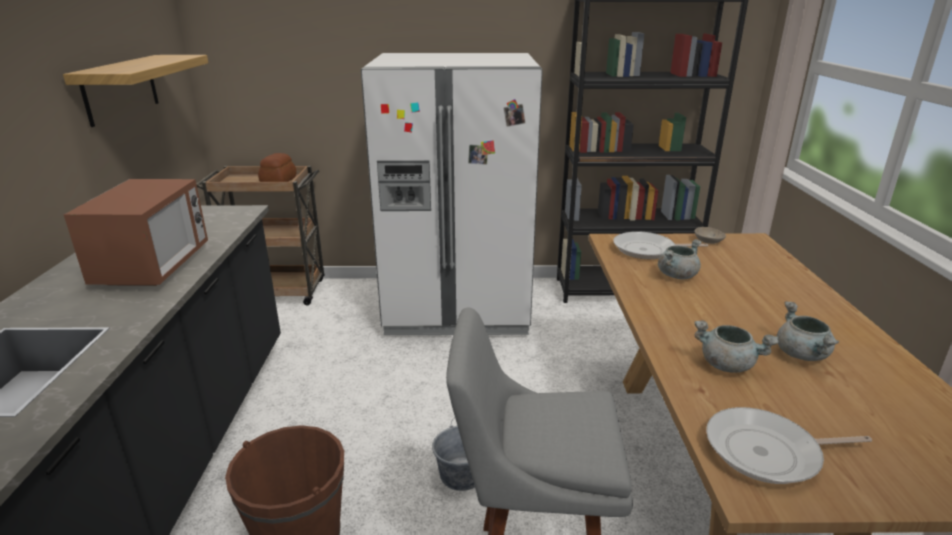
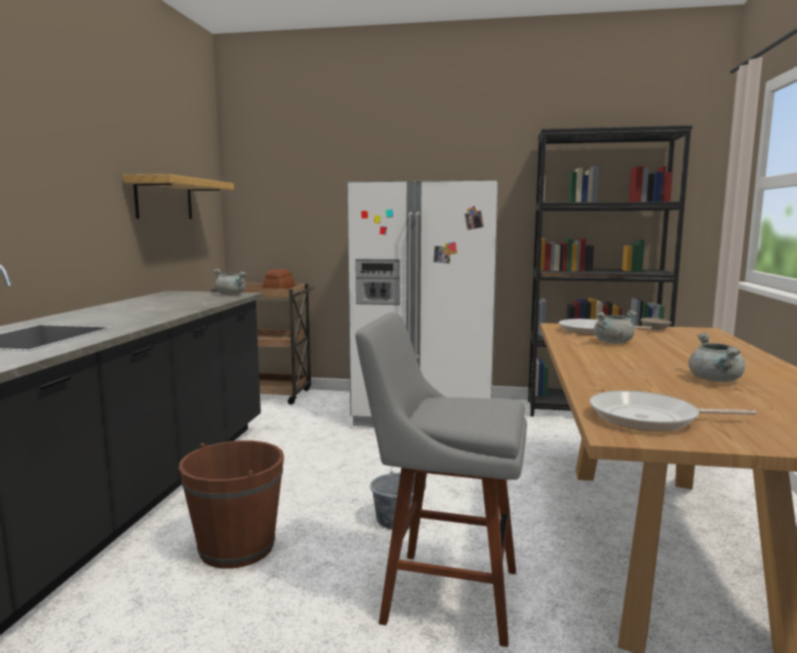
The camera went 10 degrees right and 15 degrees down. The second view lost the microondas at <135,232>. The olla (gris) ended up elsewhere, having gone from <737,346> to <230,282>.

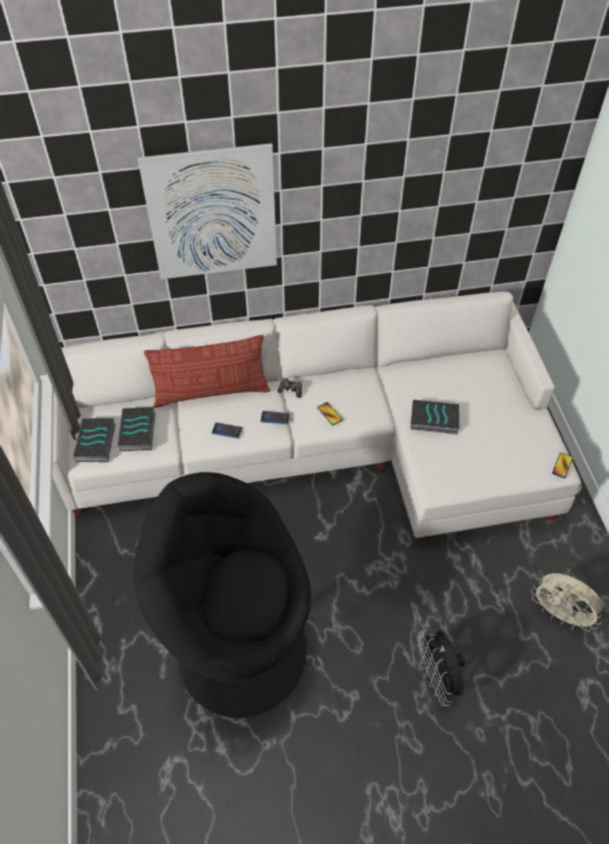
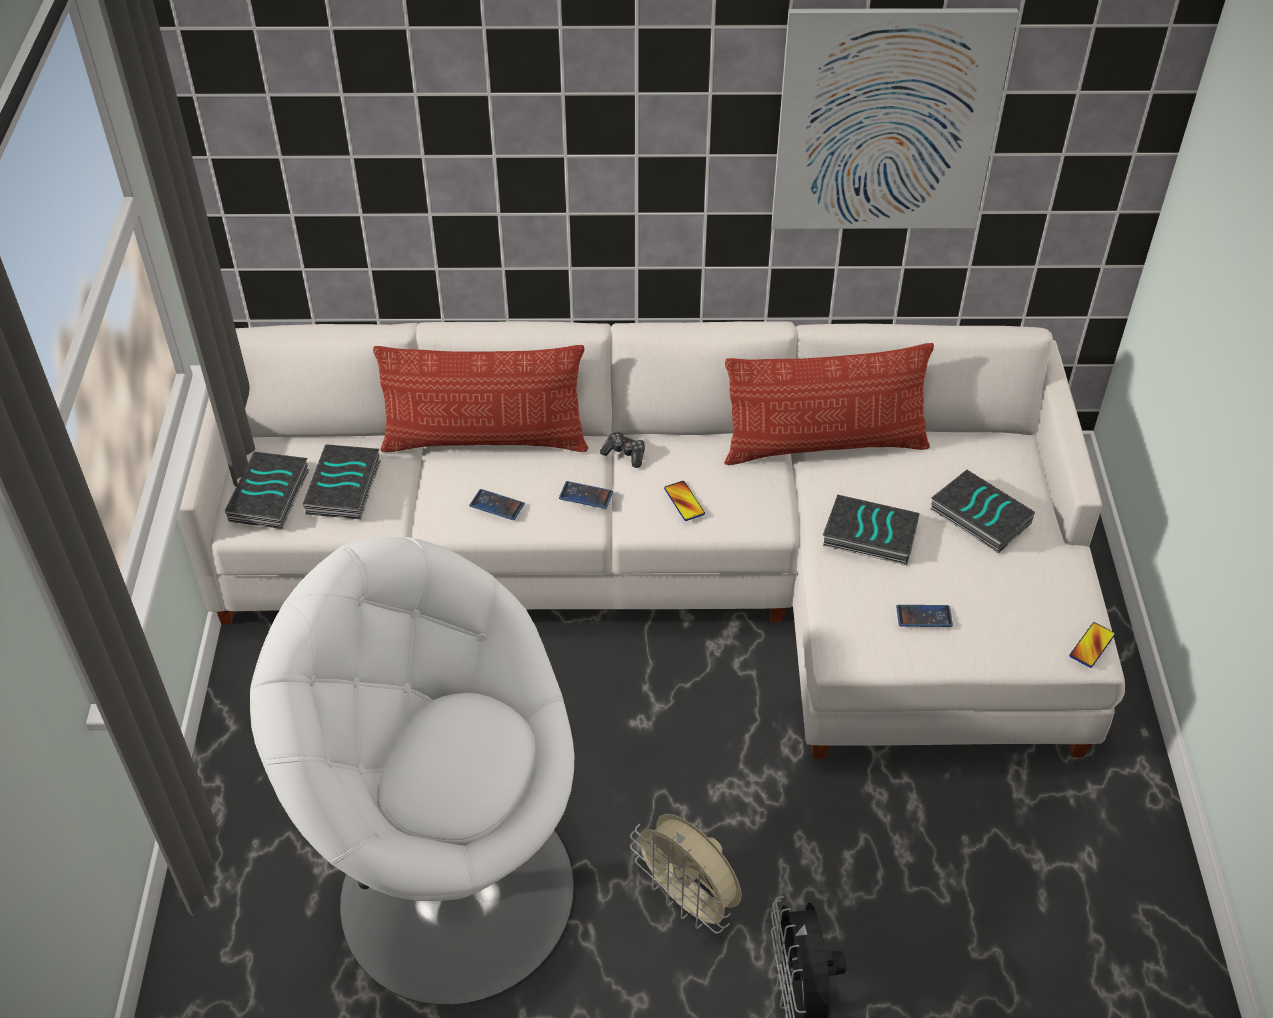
The camera went 10 degrees right and 5 degrees down. What was the sillón (negro) at <222,595> turned into the sillón (blanco) at <412,771>. The cuadro ended up elsewhere, having gone from <207,211> to <895,118>. The ventilador (beis) ended up elsewhere, having gone from <567,602> to <686,874>. The second view gained the cojín at <829,404>. The second view gained the móvil at <924,616>. The second view gained the libro at <982,512>.

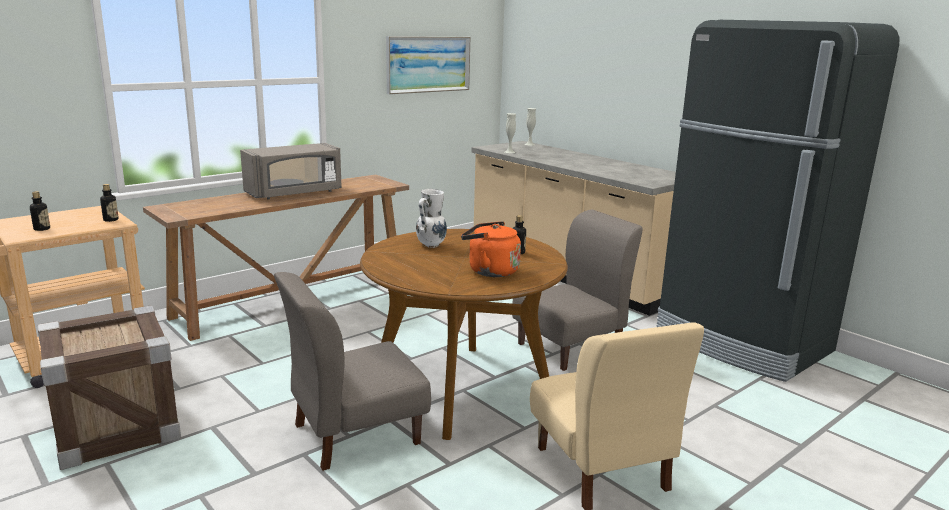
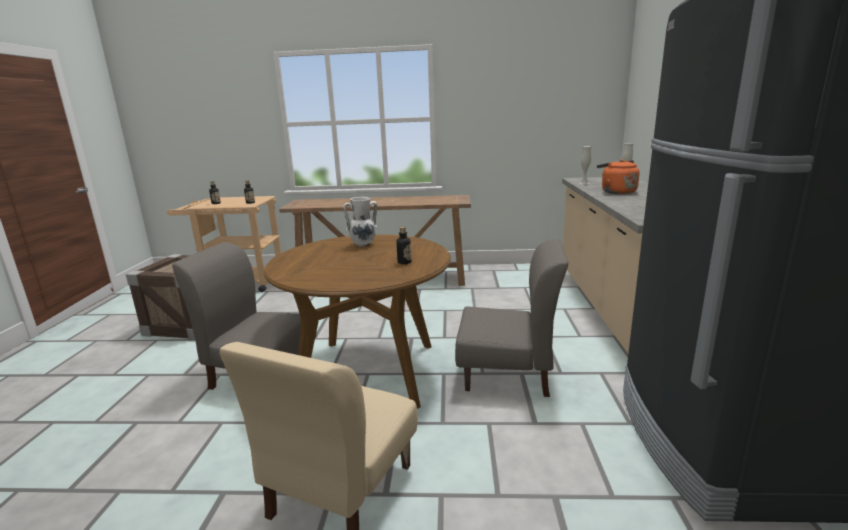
The camera went 45 degrees right and 0 degrees up. The second view lost the microondas (gris) at <291,171>. The second view lost the cuadro at <428,65>. The hervidor (naranja) ended up elsewhere, having gone from <491,249> to <618,176>.

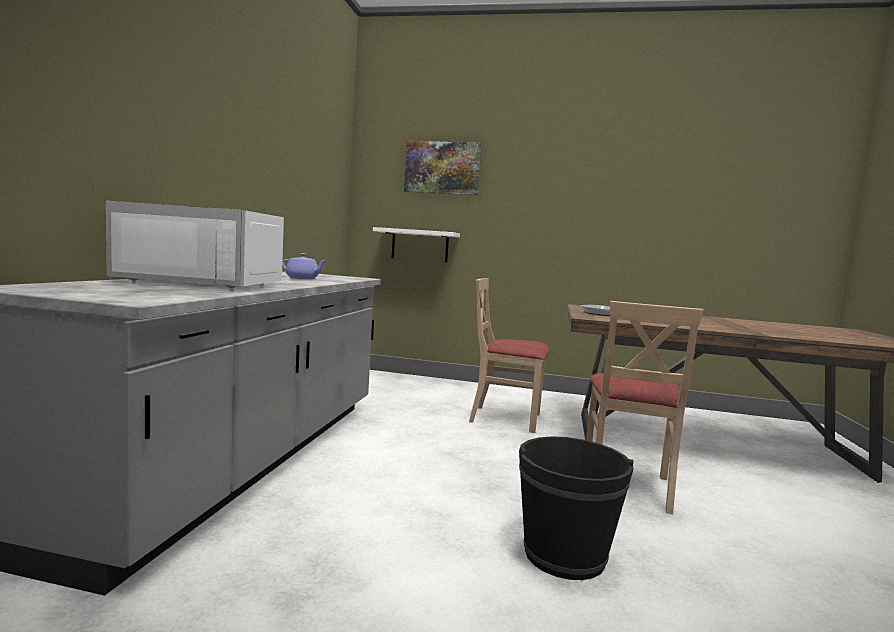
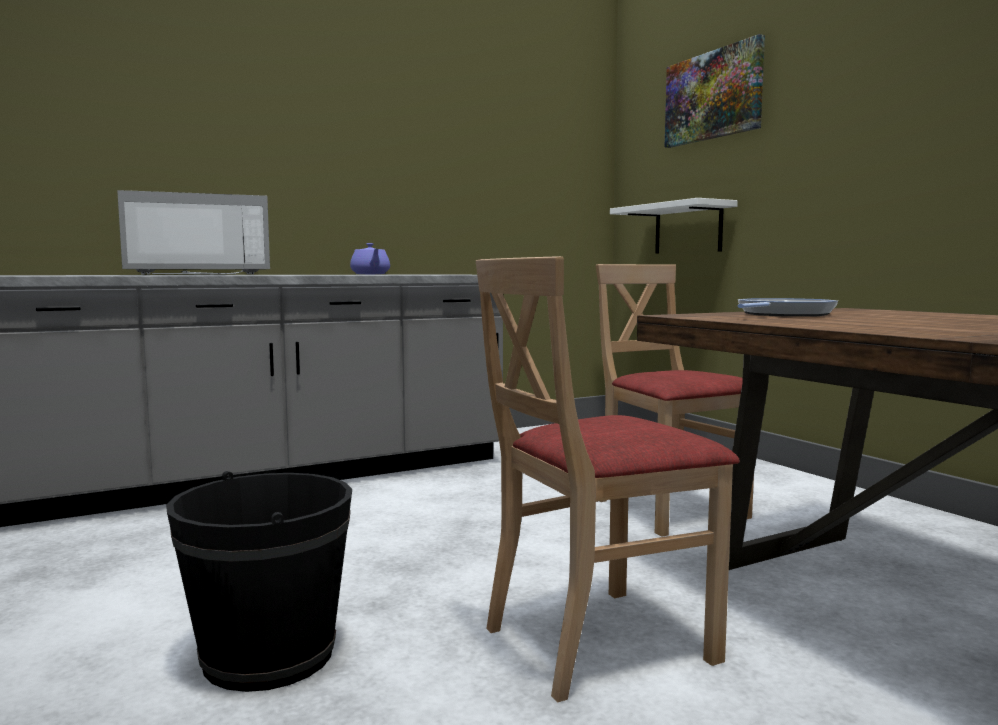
The camera went 50 degrees right and 0 degrees up. The microondas (blanco) at <195,245> ended up facing another way, 75 degrees counterclockwise from before.

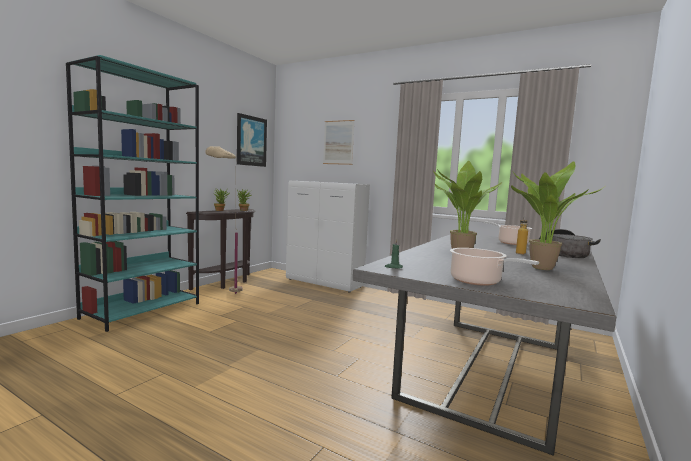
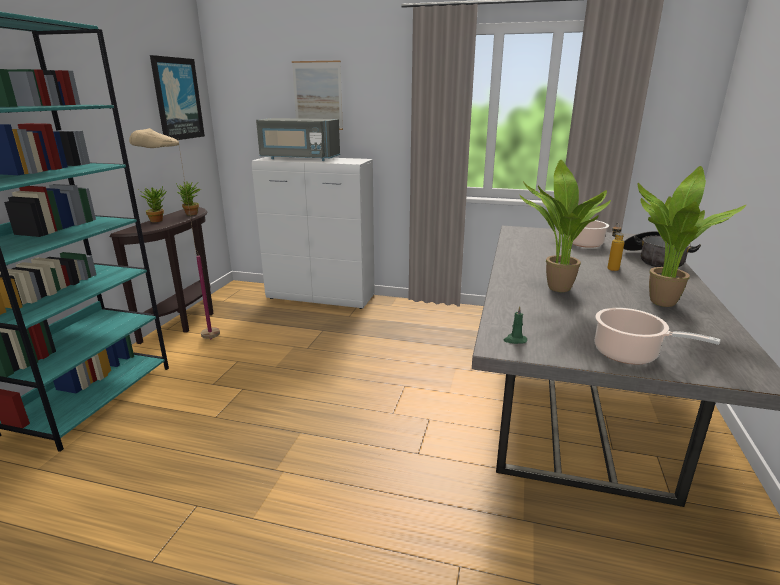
The camera went 15 degrees left and 15 degrees up. The second view gained the microondas (gris) at <298,139>.

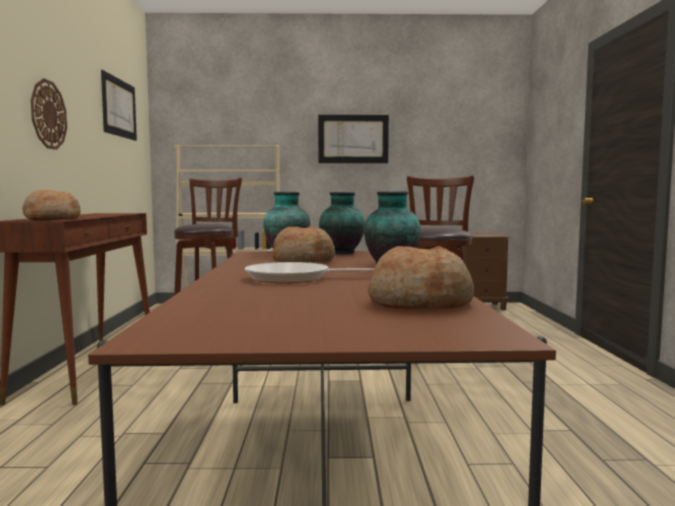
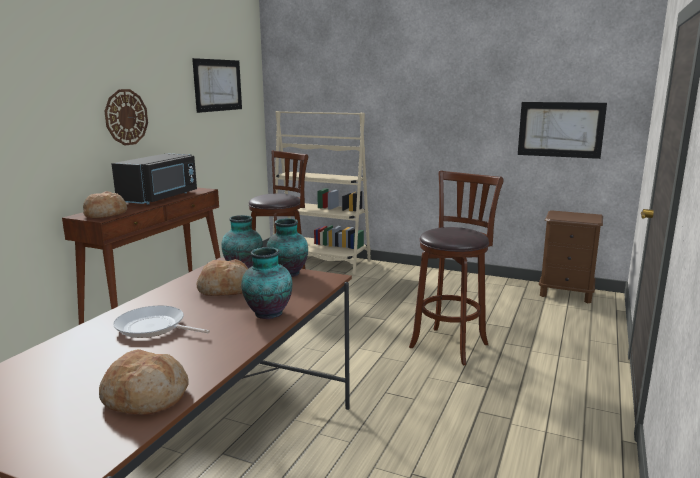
The camera went 25 degrees right and 10 degrees up. The cuadro ended up elsewhere, having gone from <353,139> to <562,130>. The second view gained the microondas (negro) at <154,178>.

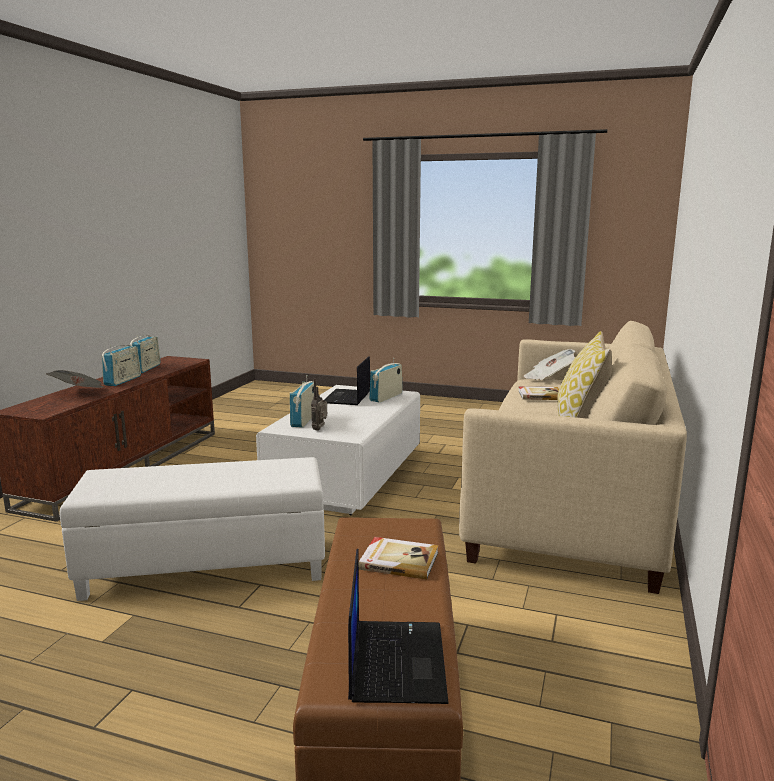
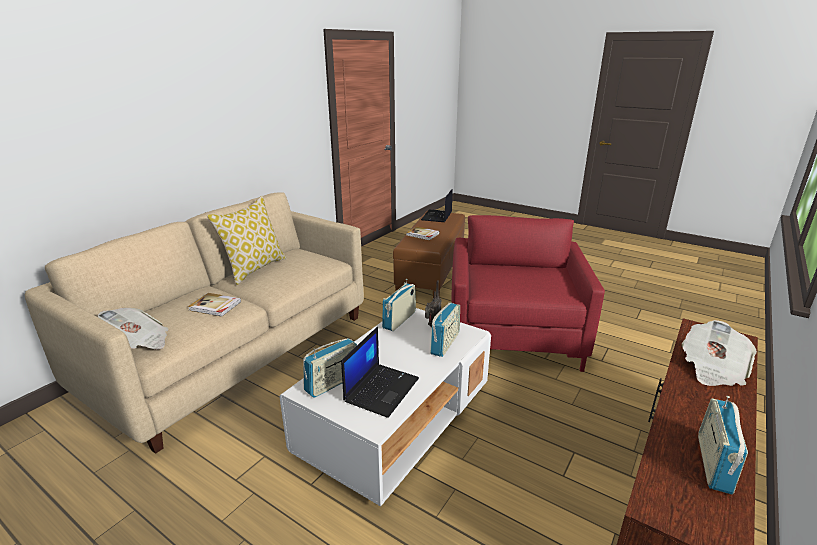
The camera went 165 degrees left and 10 degrees up. Where the puf (blanco) stood at <192,529>, the sillón (rojo) came to stand at <528,293>. The radio ended up elsewhere, having gone from <121,365> to <399,305>.

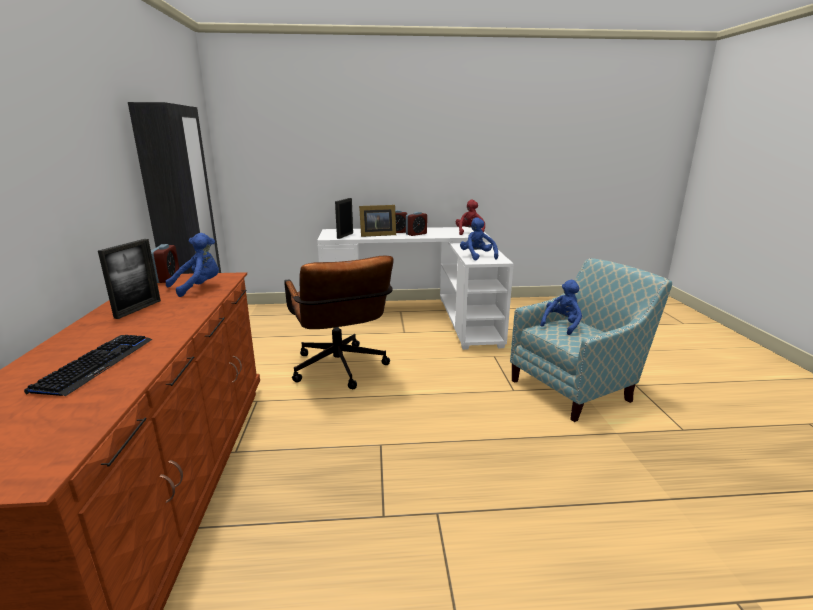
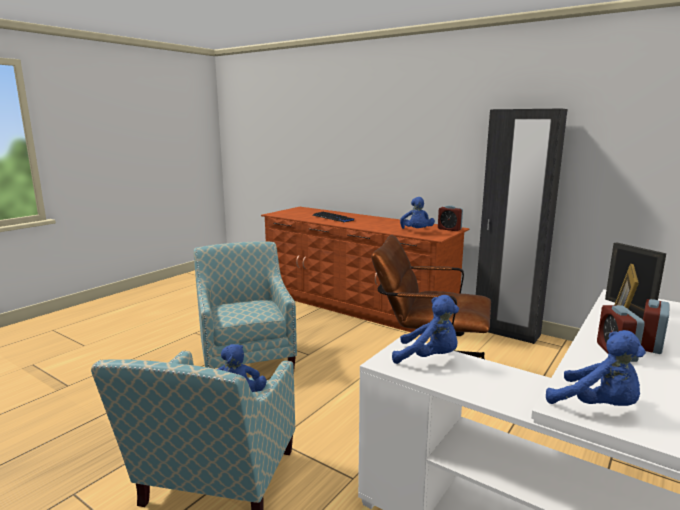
The camera went 130 degrees right and 5 degrees down. The second view lost the portarretratos at <129,279>. What was the peluche (rojo) at <470,217> turned into the peluche (azul) at <596,368>. The second view gained the sillón at <245,305>.

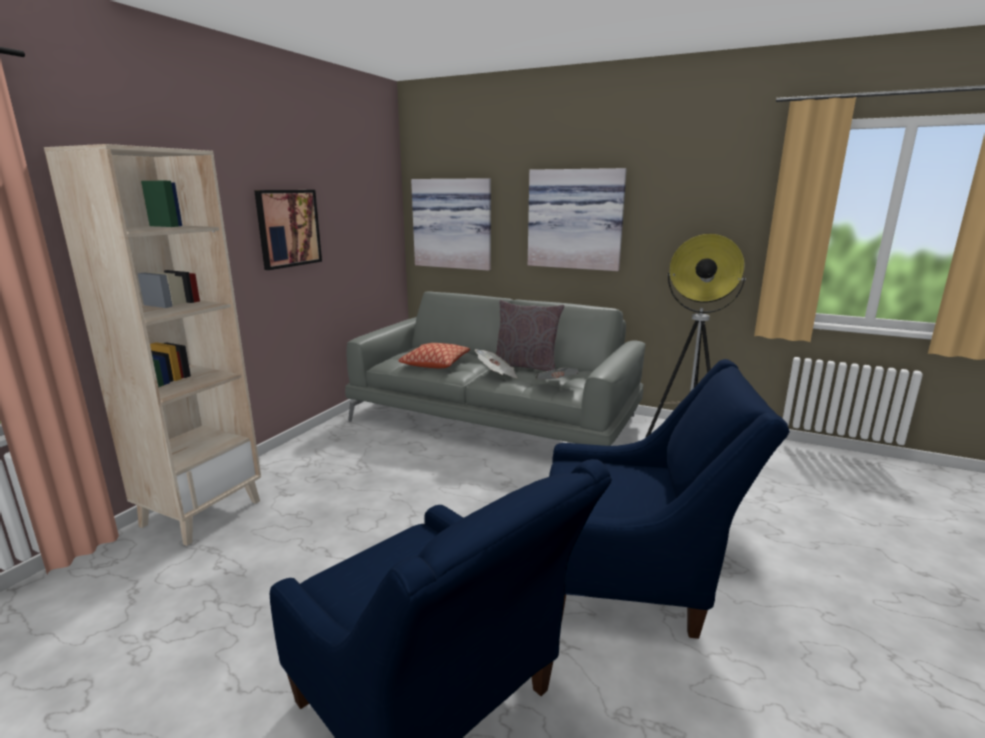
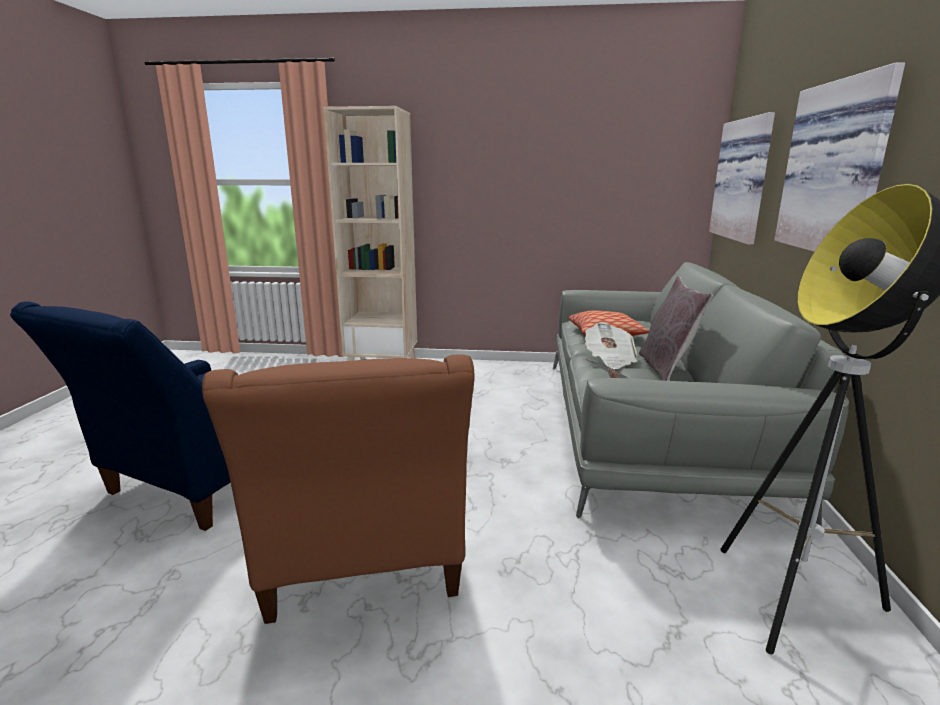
The camera went 70 degrees right and 0 degrees up. The second view lost the cuadro at <288,230>. What was the sillón (azul) at <669,499> turned into the sillón (marrón) at <338,489>.

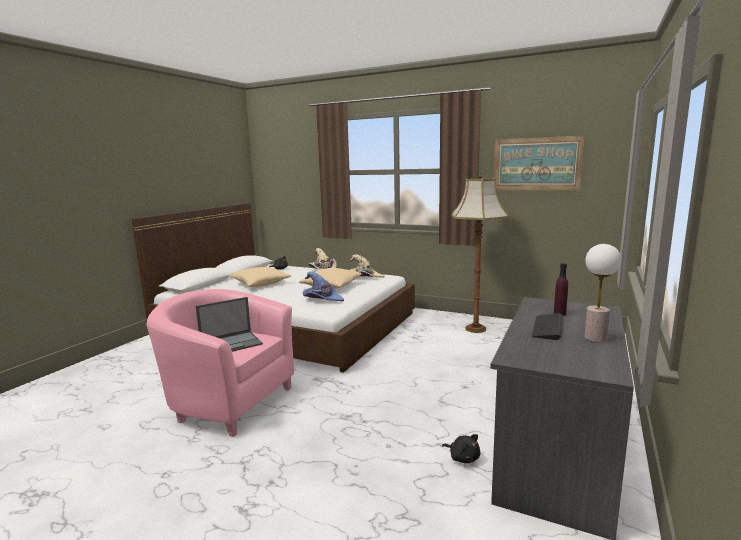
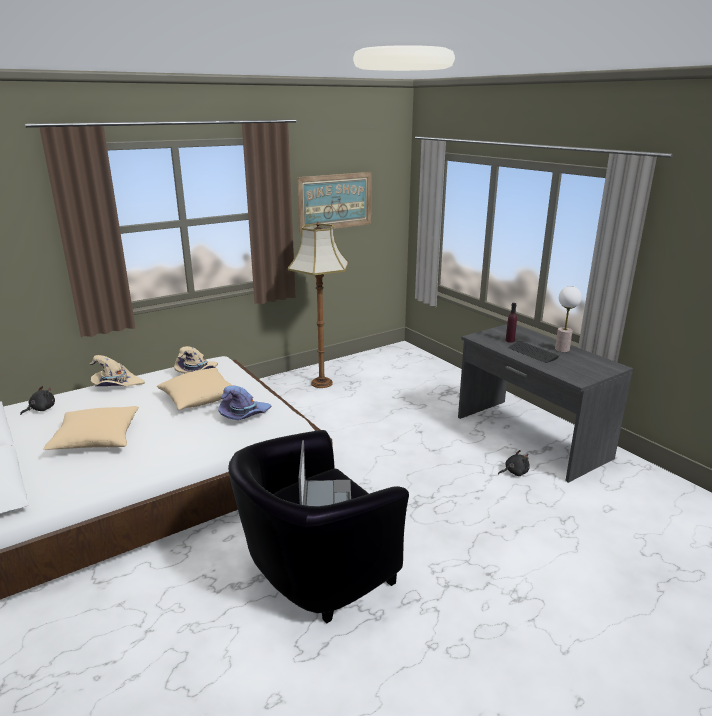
The camera went 60 degrees left and 10 degrees up. What was the sillón (rosa) at <220,363> turned into the sillón (negro) at <318,527>.

